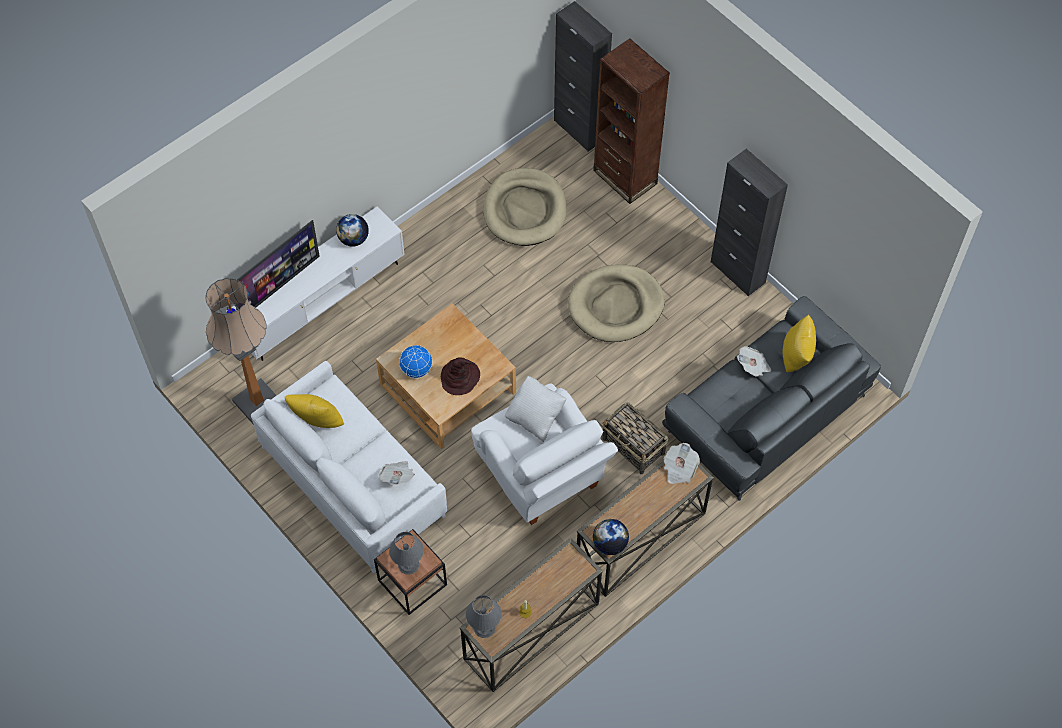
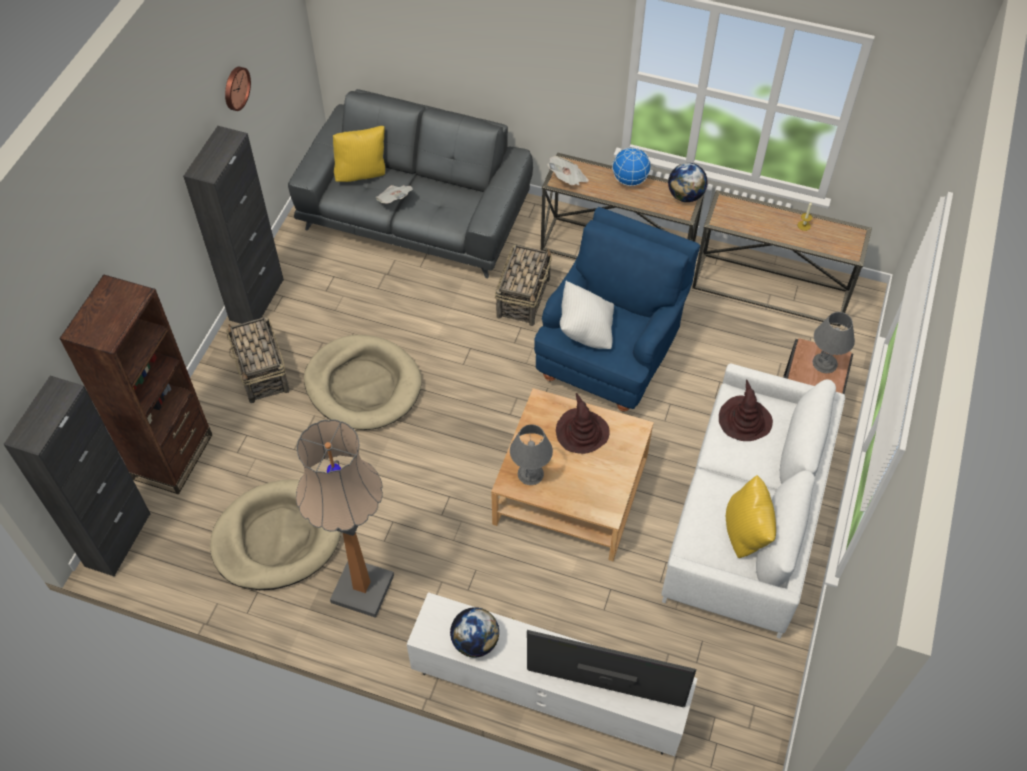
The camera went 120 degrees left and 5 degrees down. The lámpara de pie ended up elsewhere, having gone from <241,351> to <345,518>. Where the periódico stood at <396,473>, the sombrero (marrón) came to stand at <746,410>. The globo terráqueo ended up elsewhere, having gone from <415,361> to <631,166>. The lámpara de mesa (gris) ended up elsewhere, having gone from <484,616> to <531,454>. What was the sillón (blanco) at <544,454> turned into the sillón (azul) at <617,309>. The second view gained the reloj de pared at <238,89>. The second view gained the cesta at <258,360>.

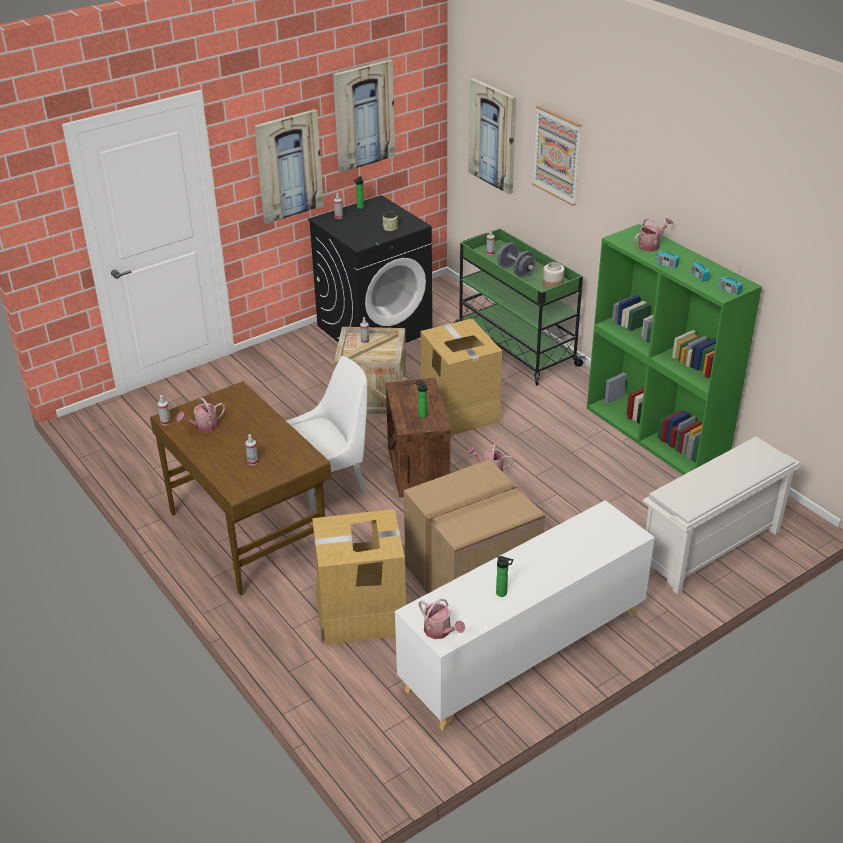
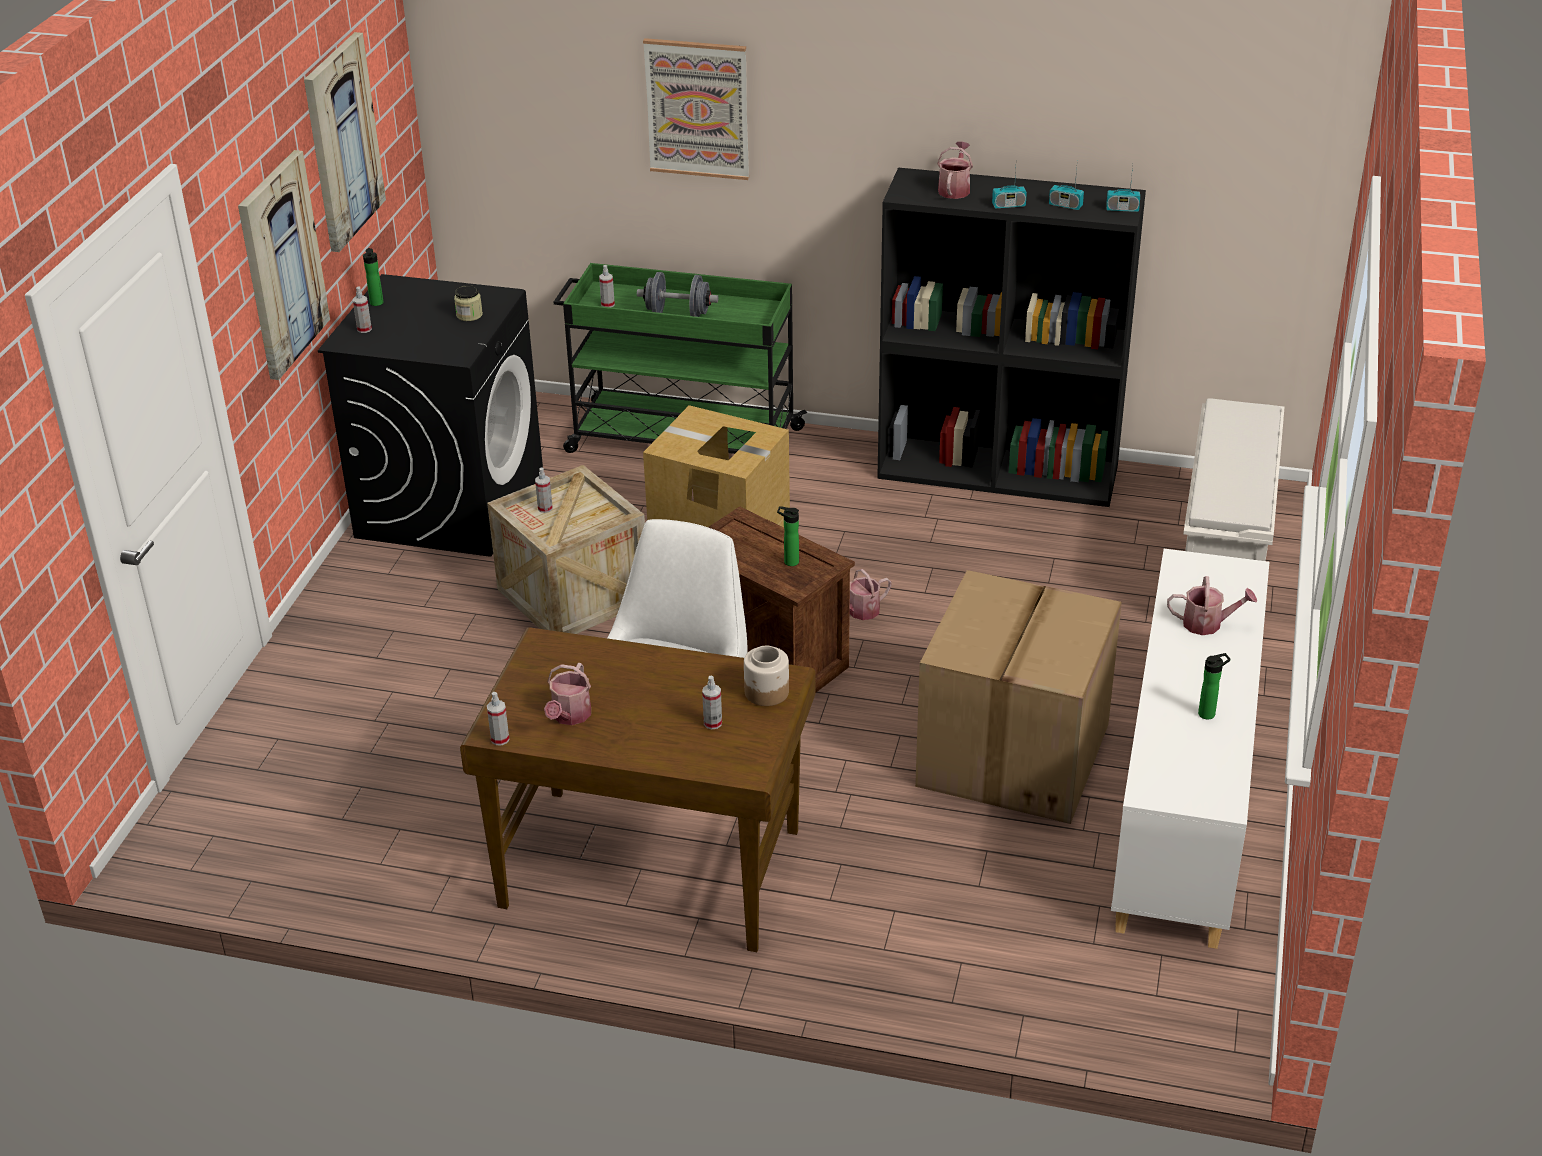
The camera went 40 degrees left and 0 degrees up. The second view lost the caja de cartón at <359,577>. The regadera ended up elsewhere, having gone from <441,619> to <1212,605>. The second view lost the cuadro at <492,136>. The tarro ended up elsewhere, having gone from <553,275> to <766,676>. What was the estantería (verde) at <674,349> turned into the estantería (negro) at <1011,337>.

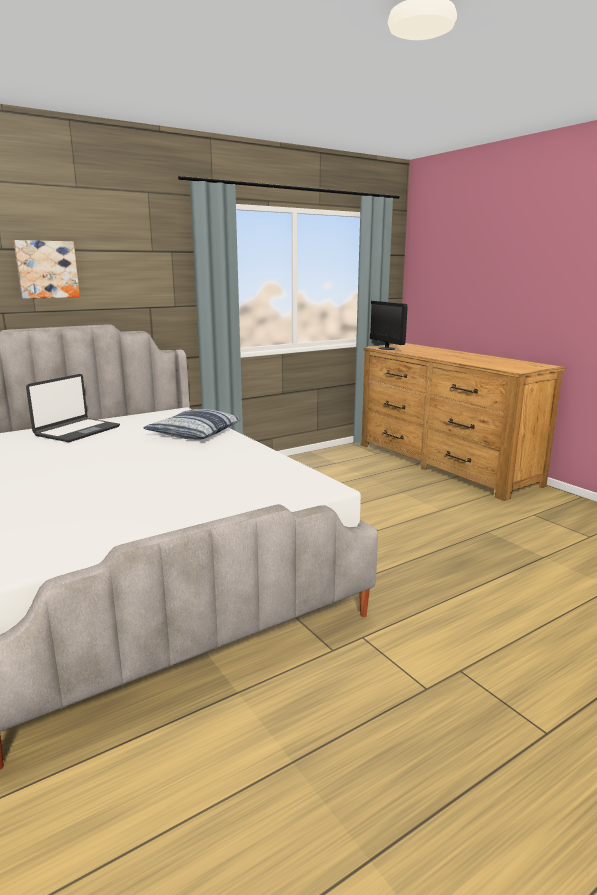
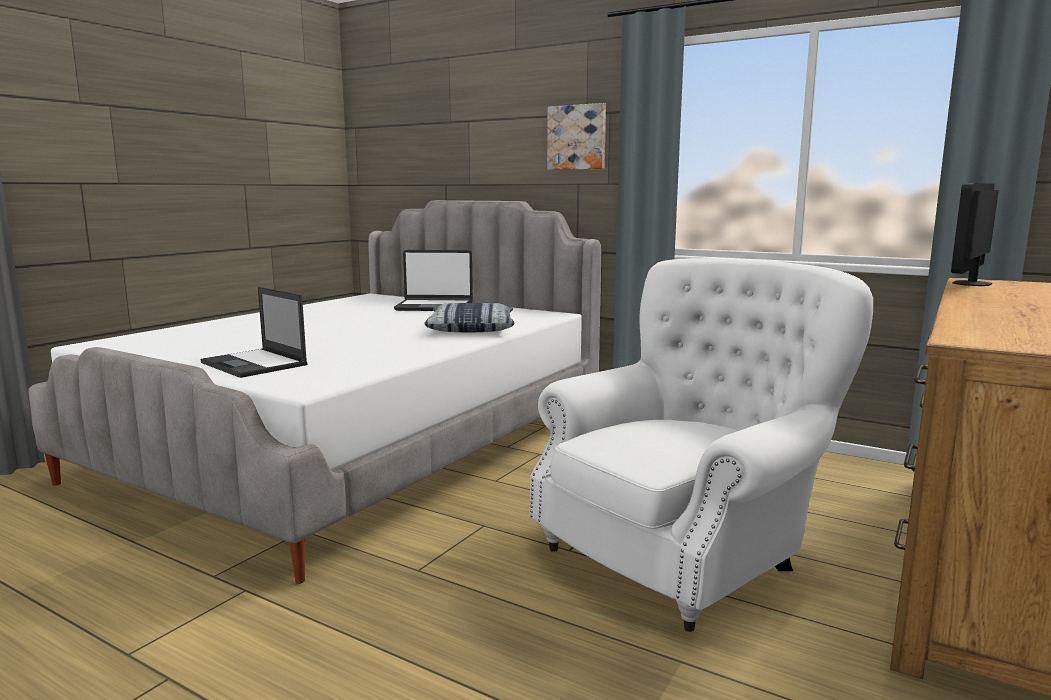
The camera went 65 degrees right and 5 degrees down. The cuadro ended up elsewhere, having gone from <47,269> to <576,136>. The second view gained the portátil at <254,332>. The second view gained the sillón (blanco) at <701,445>.

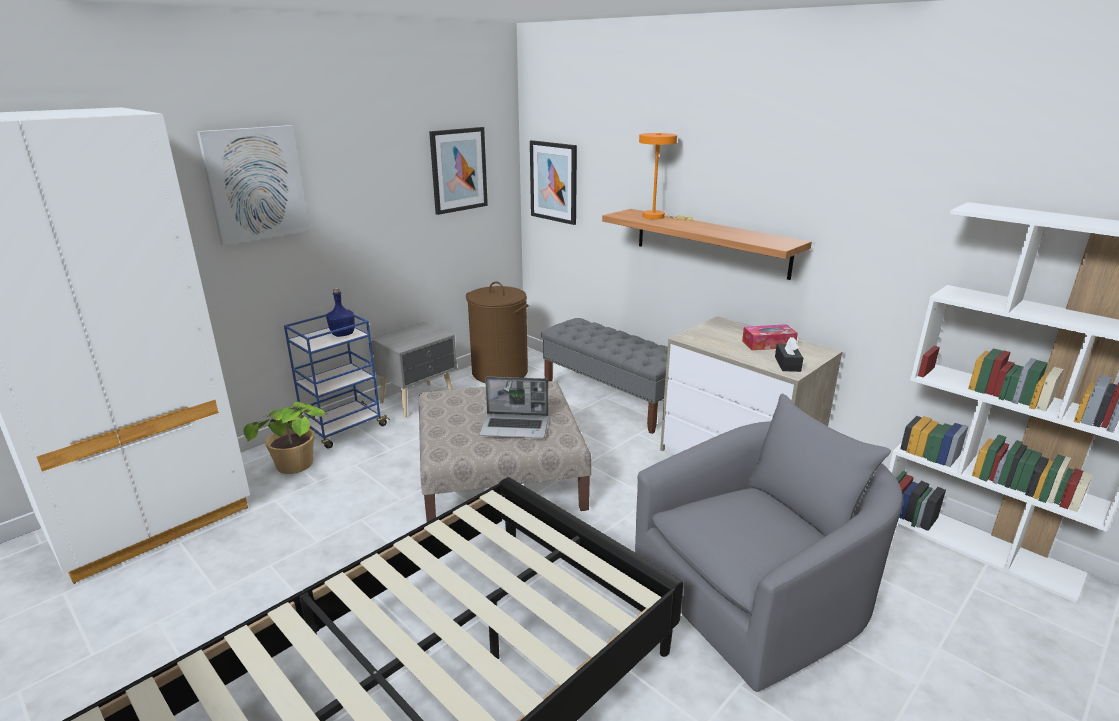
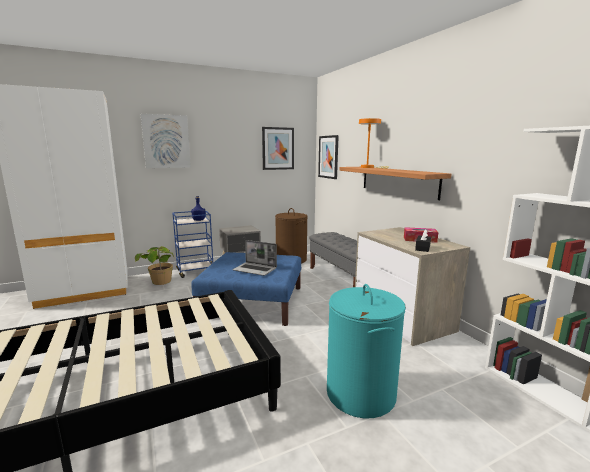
The camera went 20 degrees right and 10 degrees down. What was the puf (beis) at <505,451> turned into the puf (azul) at <246,289>. Where the sillón (gris) stood at <769,543>, the cesto de la ropa (turquesa) came to stand at <366,351>.

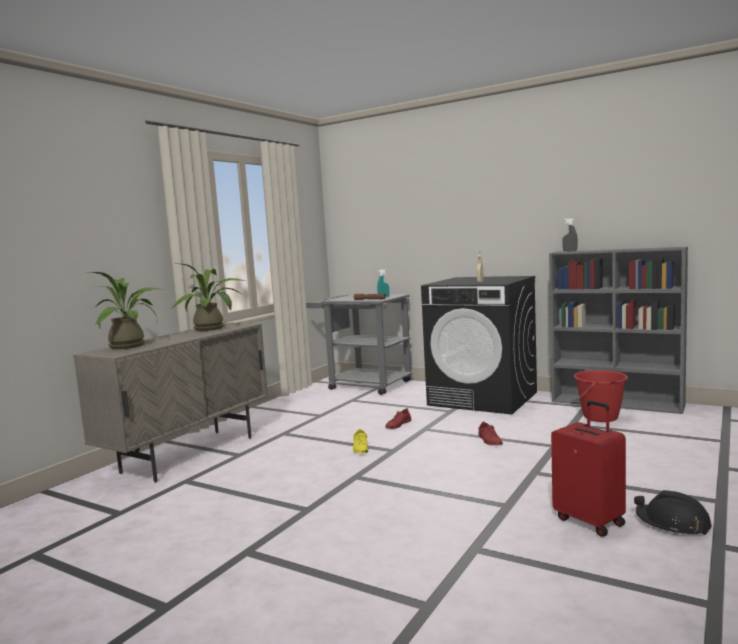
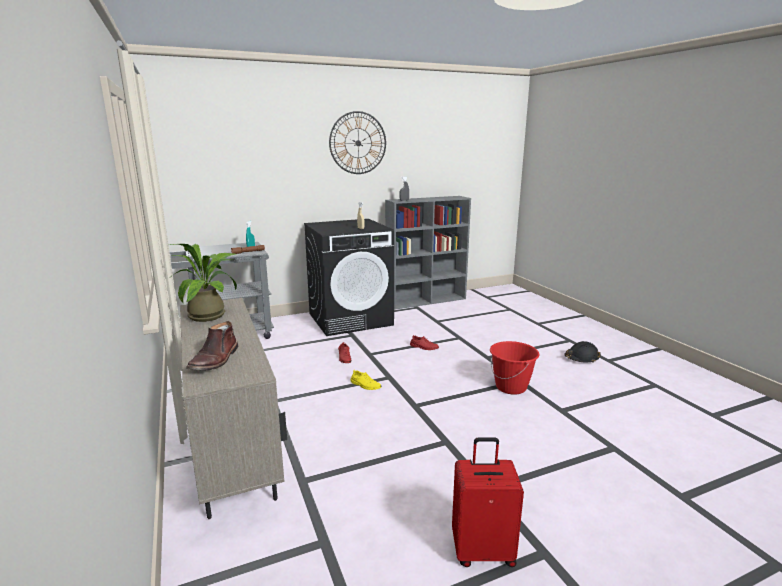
The camera went 55 degrees left and 10 degrees up. Where the planta en maceta stood at <125,310>, the bota (marrón) came to stand at <212,346>. The maleta (rojo) ended up elsewhere, having gone from <588,469> to <488,502>. The cubo (rojo) ended up elsewhere, having gone from <601,396> to <515,368>. The second view gained the reloj de pared at <357,142>.

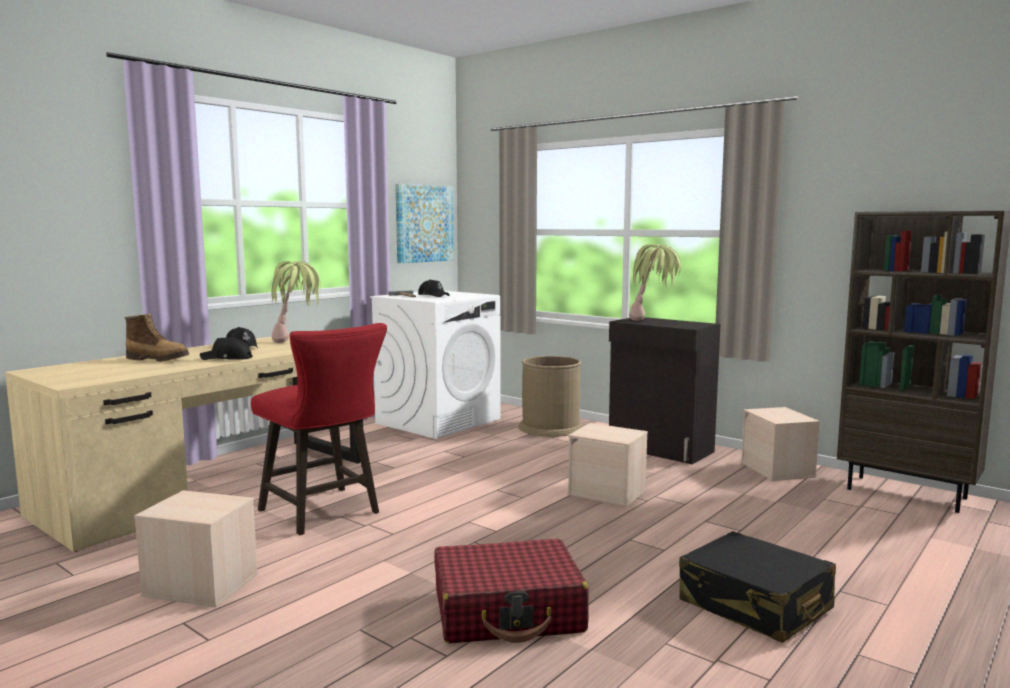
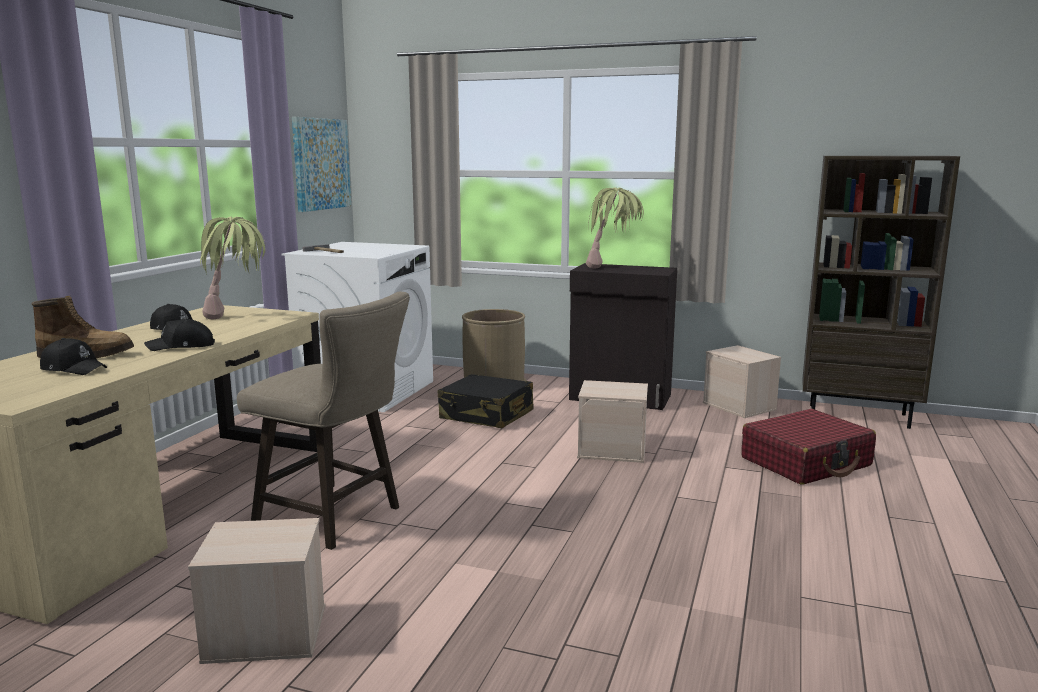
The camera went 20 degrees left and 5 degrees up. What was the taburete (rojo) at <319,429> turned into the taburete (beis) at <323,421>. The gorra (negro) ended up elsewhere, having gone from <434,288> to <73,356>. The maleta (rojo) ended up elsewhere, having gone from <511,591> to <808,447>. The maleta (negro) ended up elsewhere, having gone from <757,587> to <485,401>.

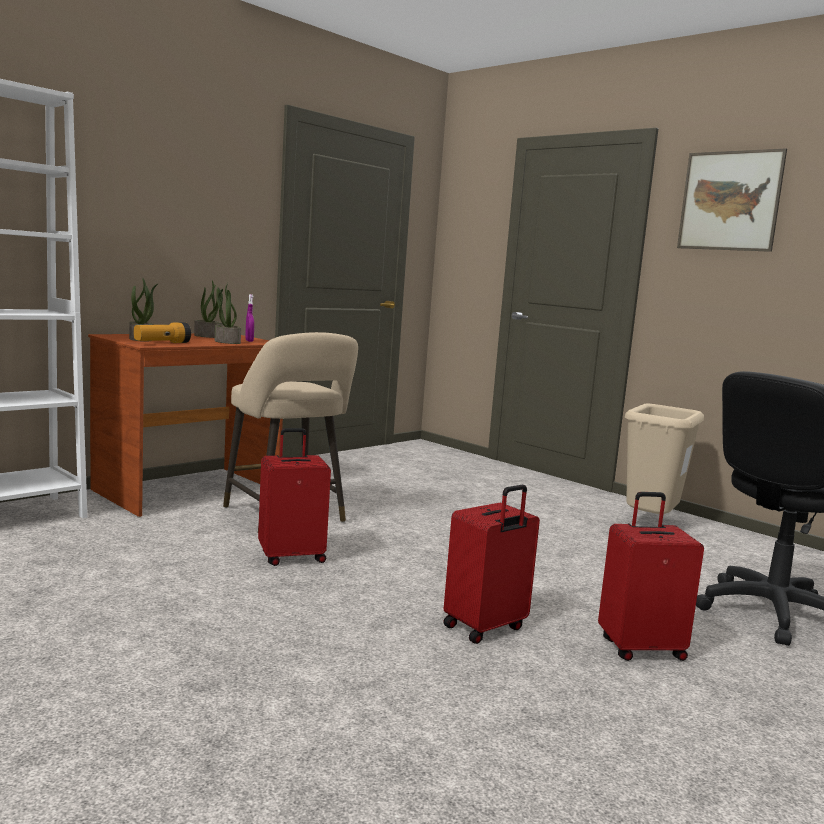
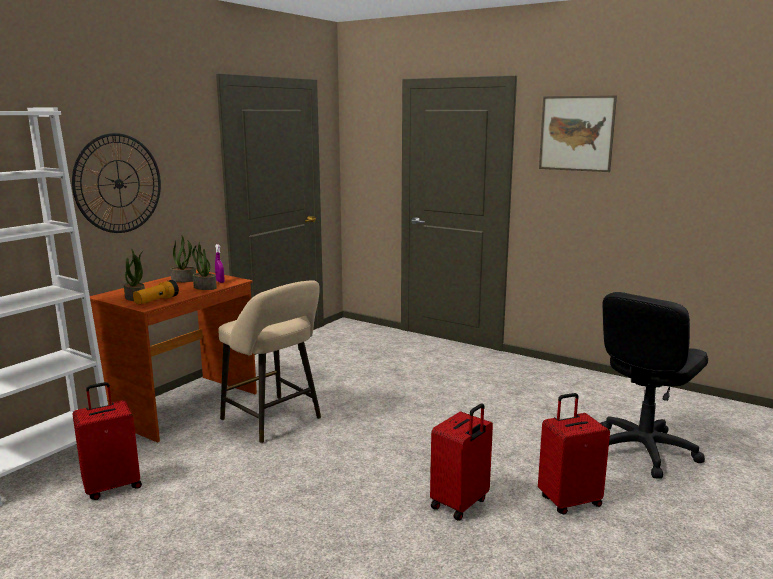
The camera went 10 degrees left and 5 degrees up. The maleta (rojo) ended up elsewhere, having gone from <294,497> to <107,441>. The second view lost the papelera (beis) at <664,459>. The second view gained the reloj de pared at <116,183>.

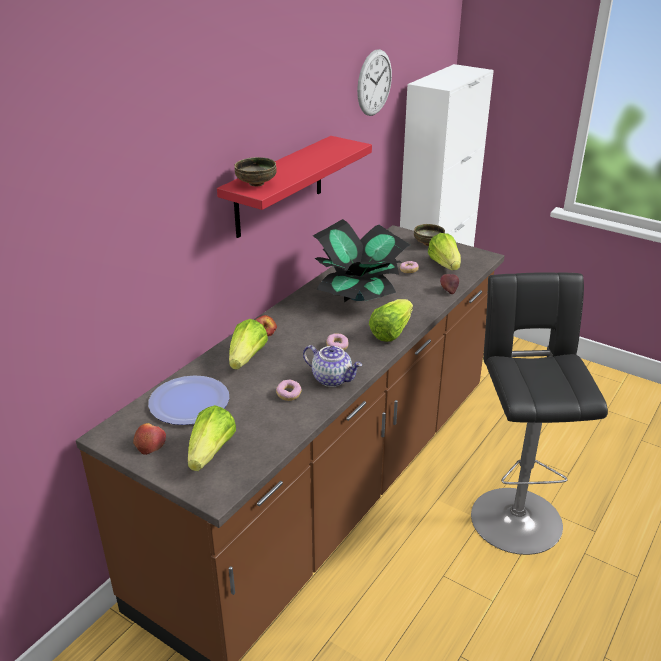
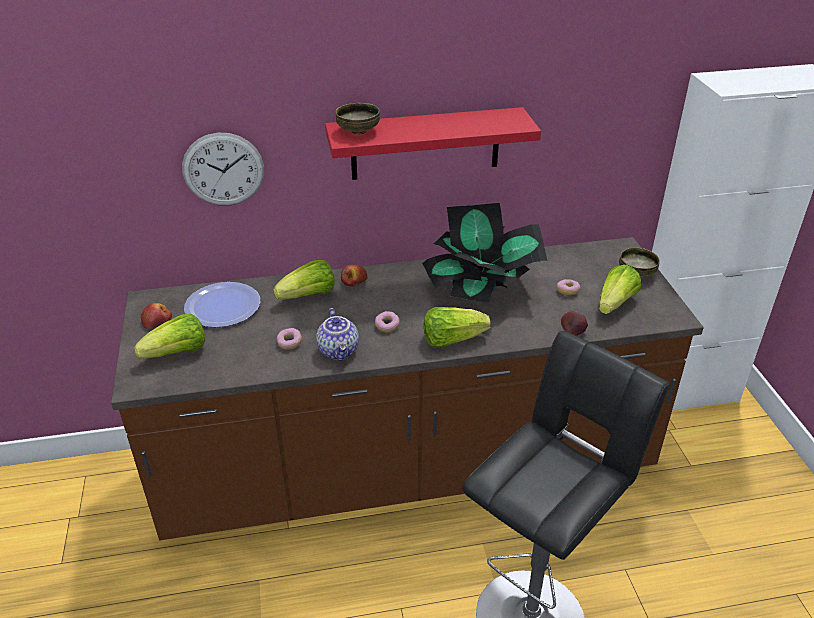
The camera went 45 degrees right and 5 degrees up. The reloj de pared ended up elsewhere, having gone from <374,82> to <223,169>.

